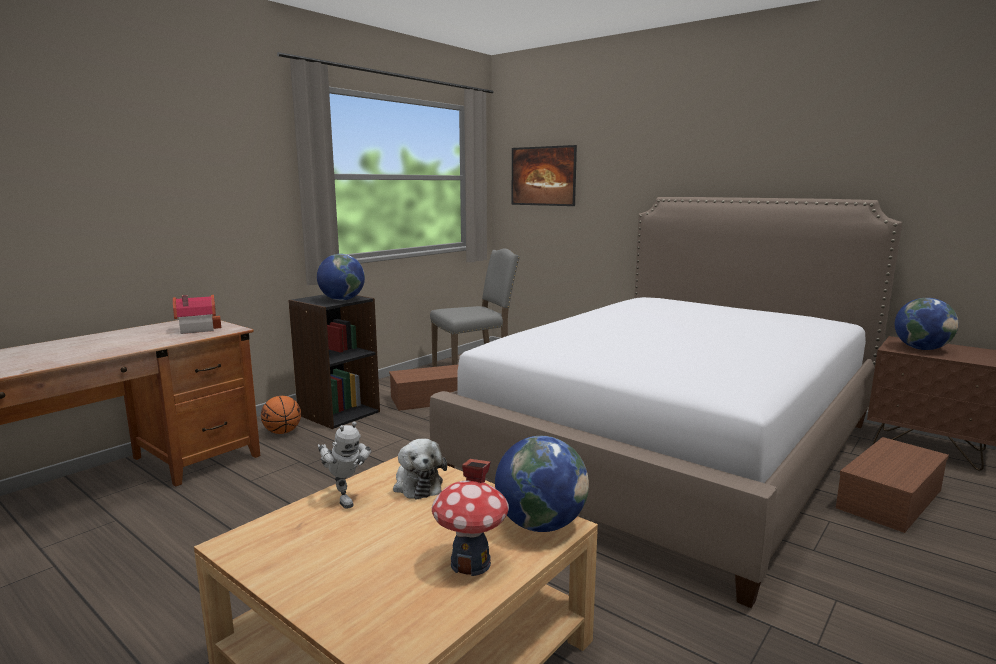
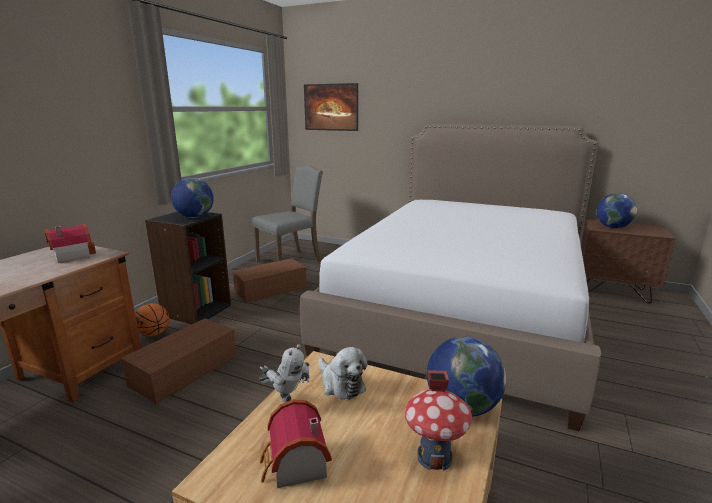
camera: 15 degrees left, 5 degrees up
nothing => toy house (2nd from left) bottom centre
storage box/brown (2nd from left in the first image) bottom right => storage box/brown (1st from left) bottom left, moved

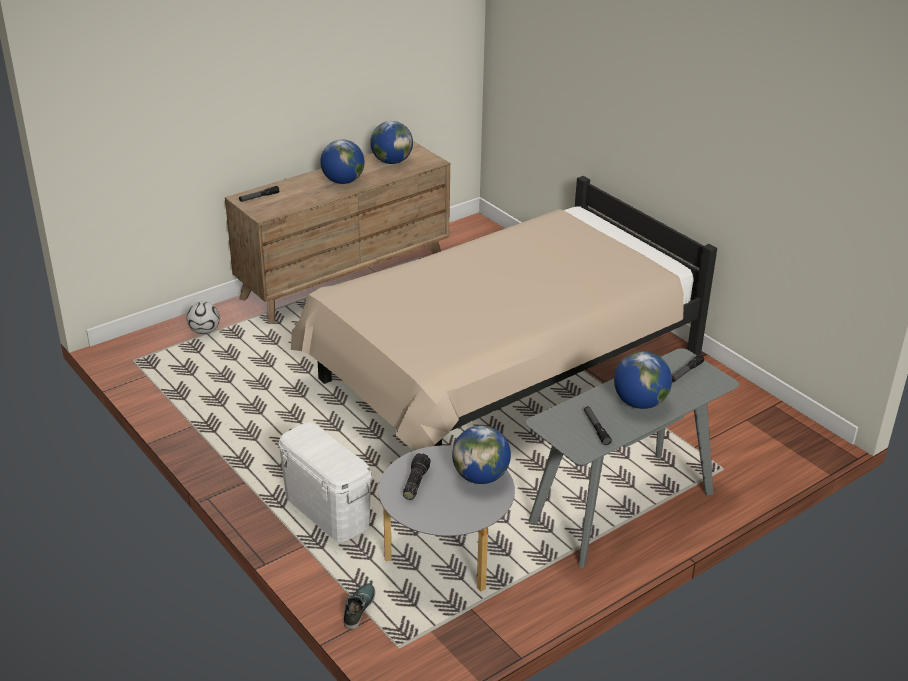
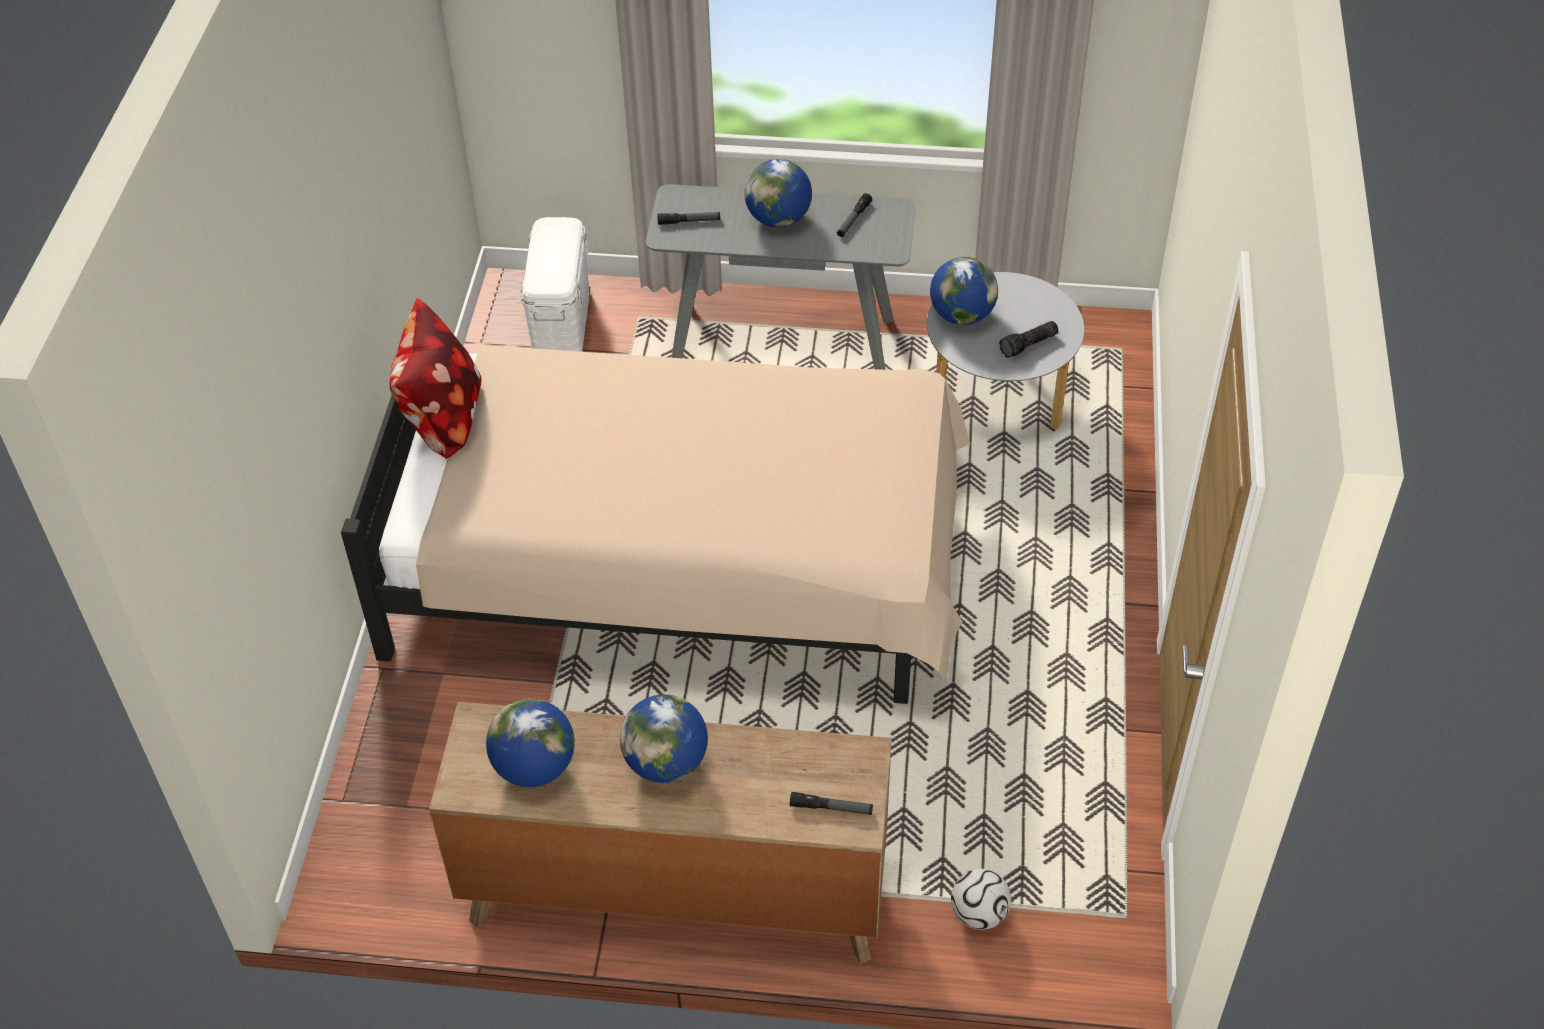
camera: 135 degrees left, 15 degrees up
shoe bottom centre => nothing
nothing => pillow middle left
storage box/white bottom centre => storage box/white top centre, moved

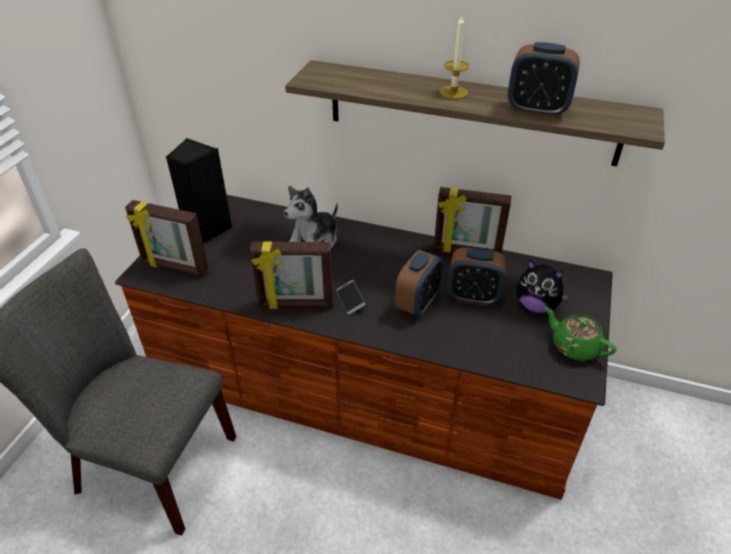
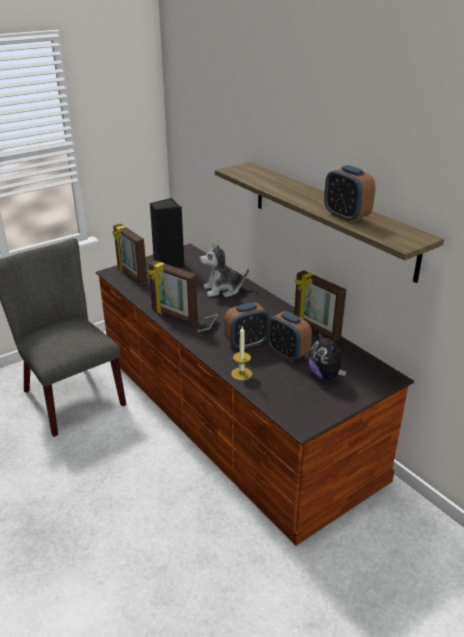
camera: 35 degrees right, 10 degrees down
teapot/green middle right => nothing
candle top centre => candle centre, moved

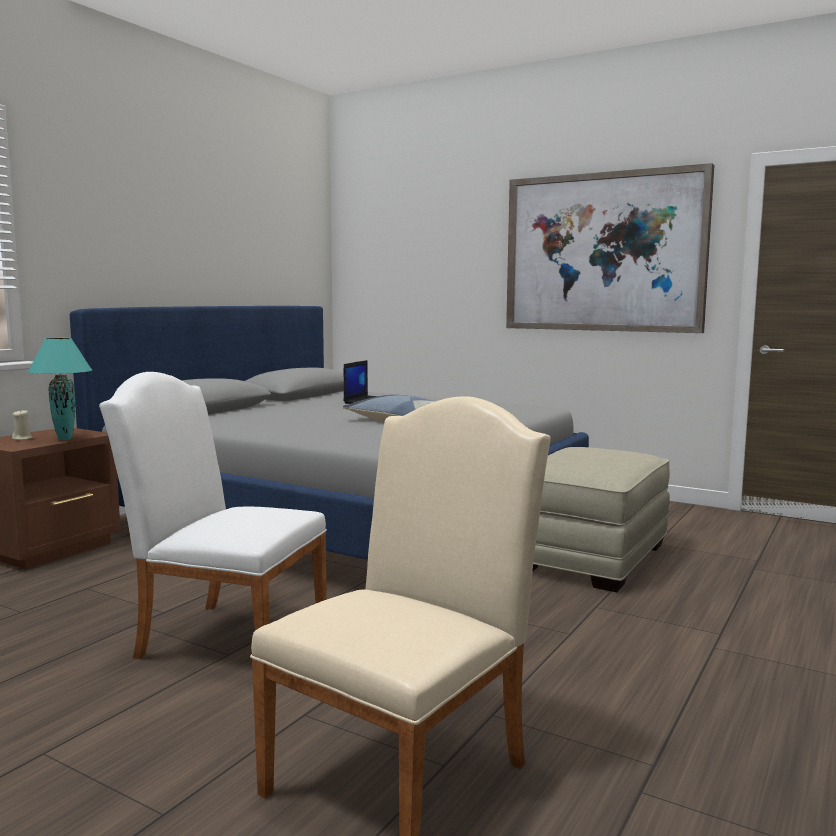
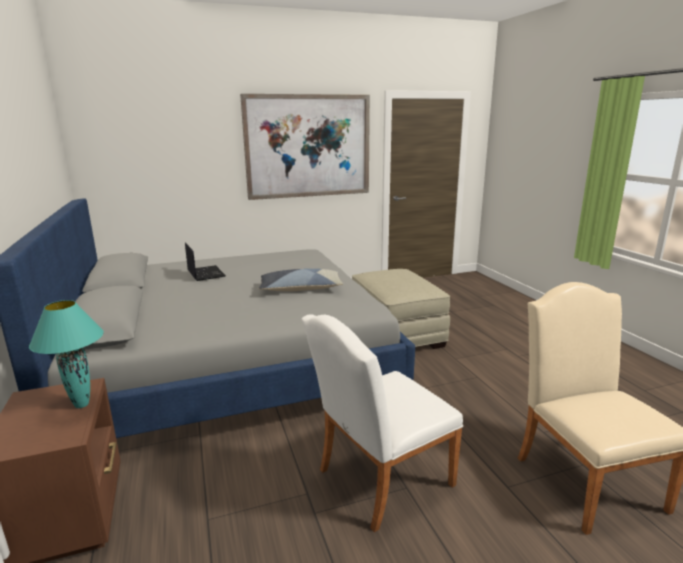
camera: 50 degrees left, 10 degrees up
candle/beige middle left => nothing

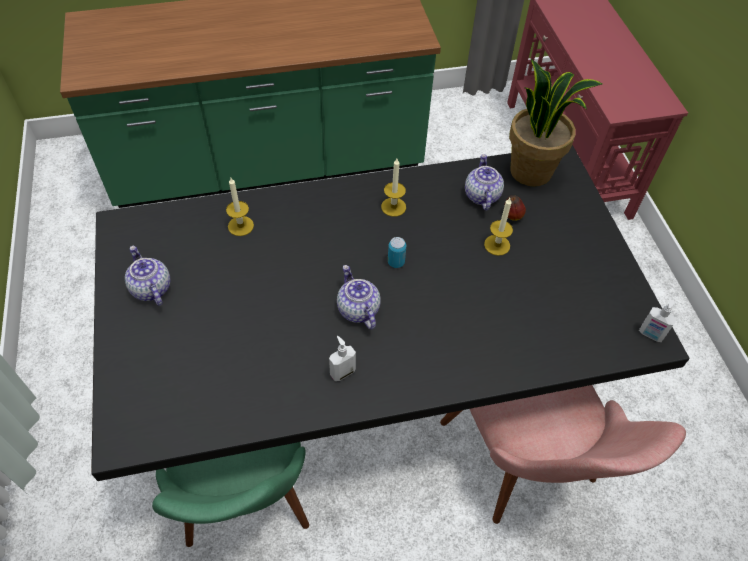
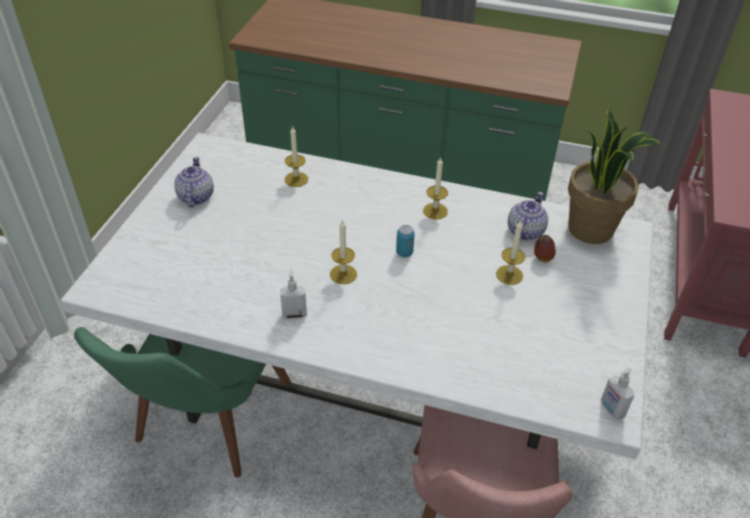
camera: 30 degrees right, 10 degrees down
teapot (2nd from left) centre => candle (2nd from left) centre
dining table/black centre => dining table/white centre

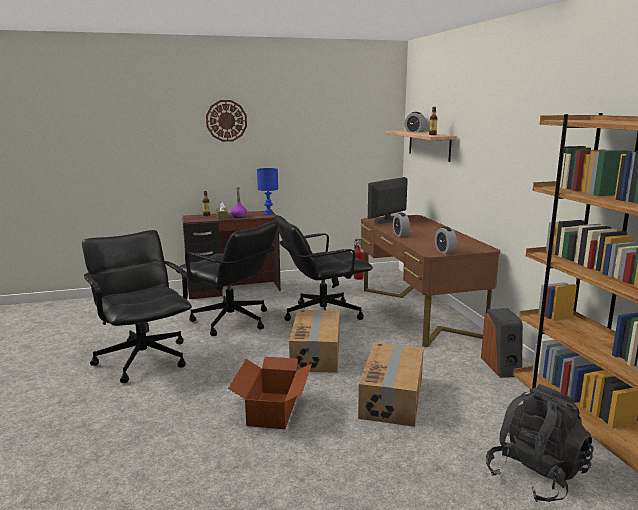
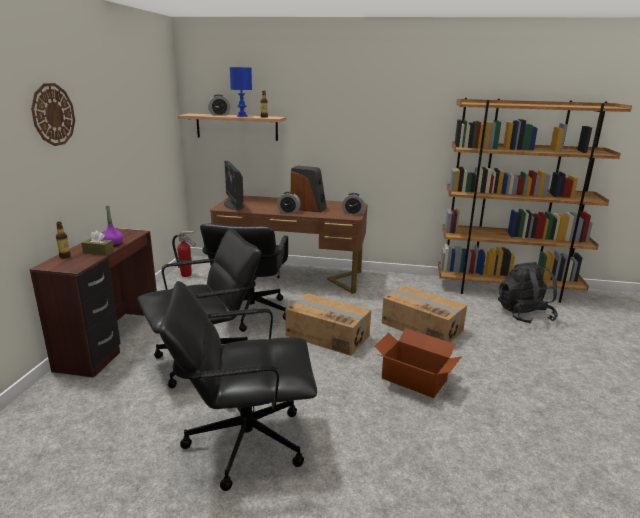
camera: 65 degrees left, 5 degrees up
table lamp/blue centre => table lamp/blue top centre, moved
speaker bottom right => speaker centre, moved

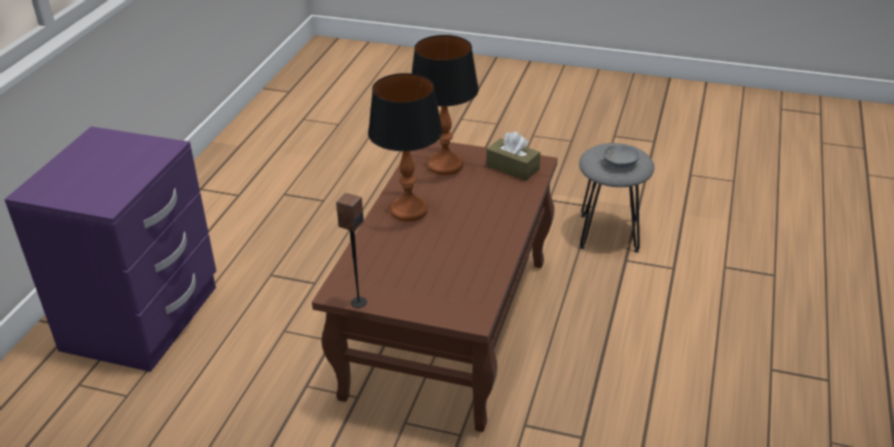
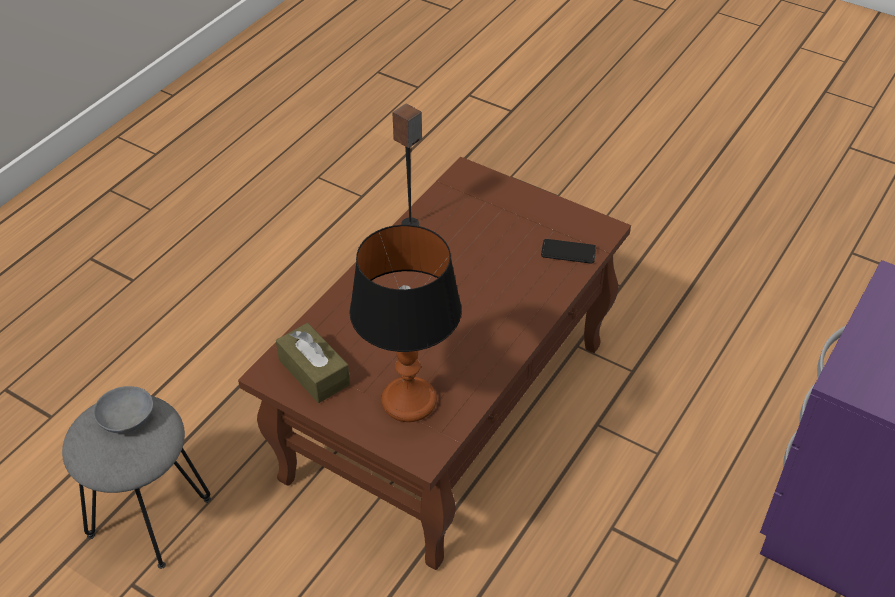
camera: 165 degrees left, 10 degrees up
table lamp (1st from left) top centre => nothing
nothing => phone centre
speaker centre => speaker top centre, moved

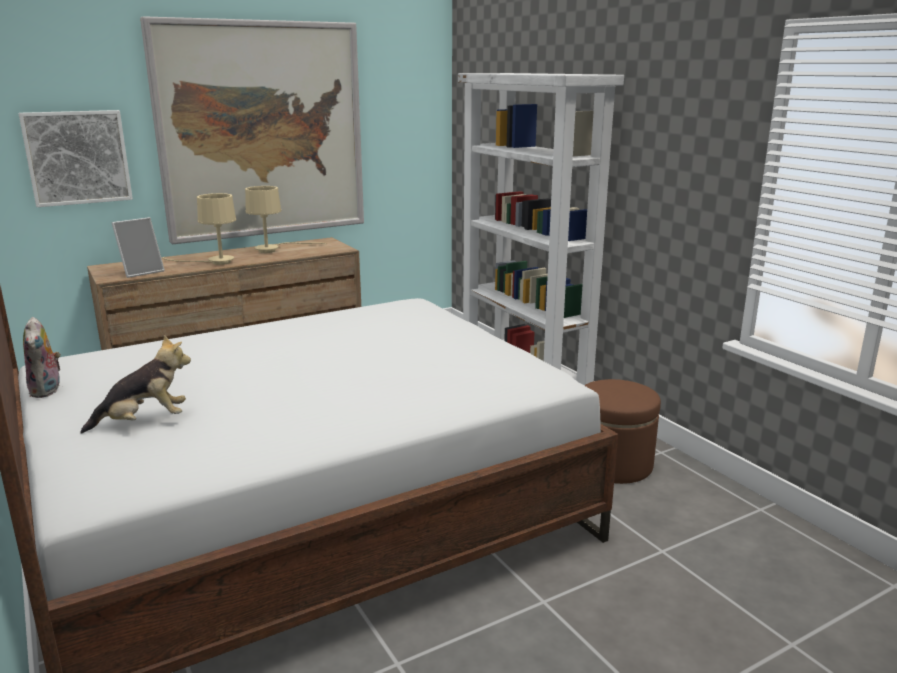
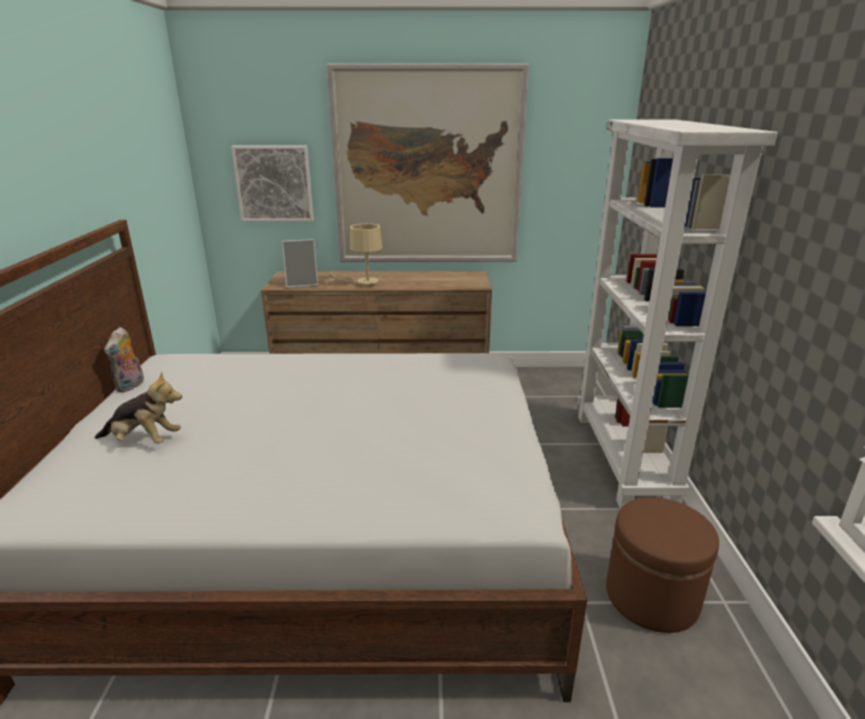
camera: 30 degrees right, 5 degrees up
table lamp/beige (2nd from left) top left => nothing

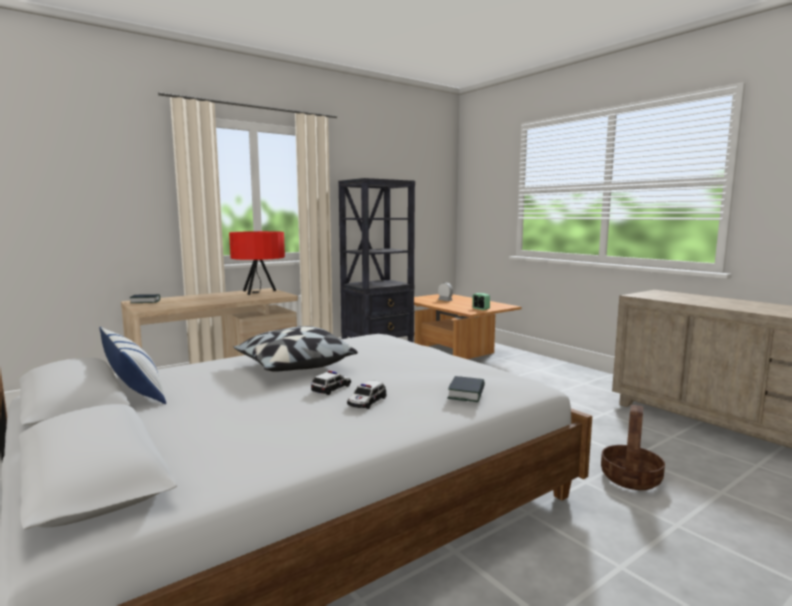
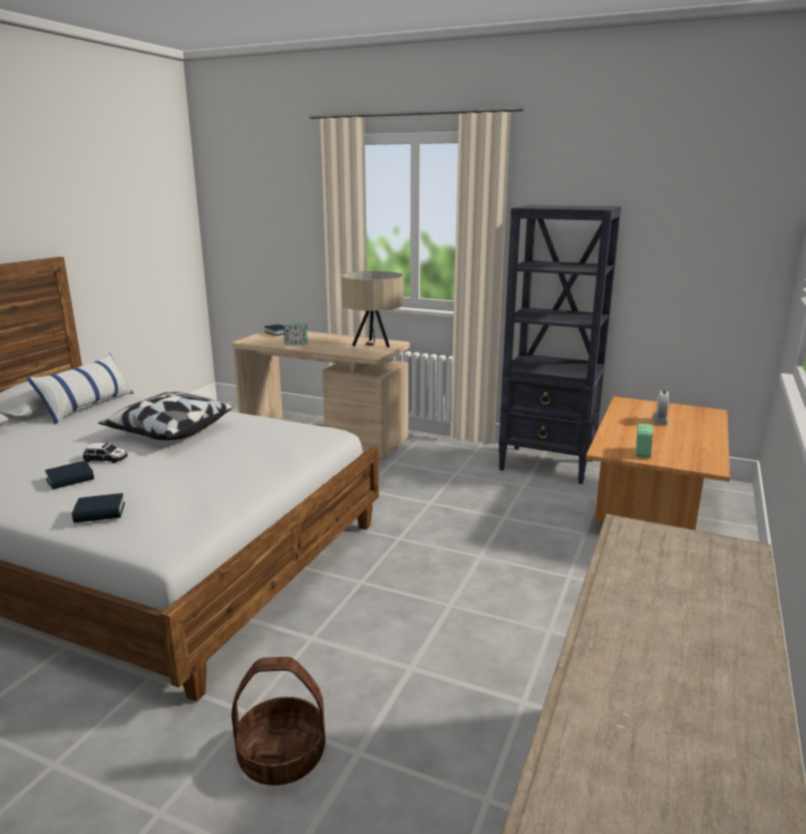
camera: 60 degrees right, 10 degrees up
nothing => alarm clock (1st from left) centre
toy car (2nd from left) centre => book (1st from left) middle left
table lamp/red middle left => table lamp/beige centre

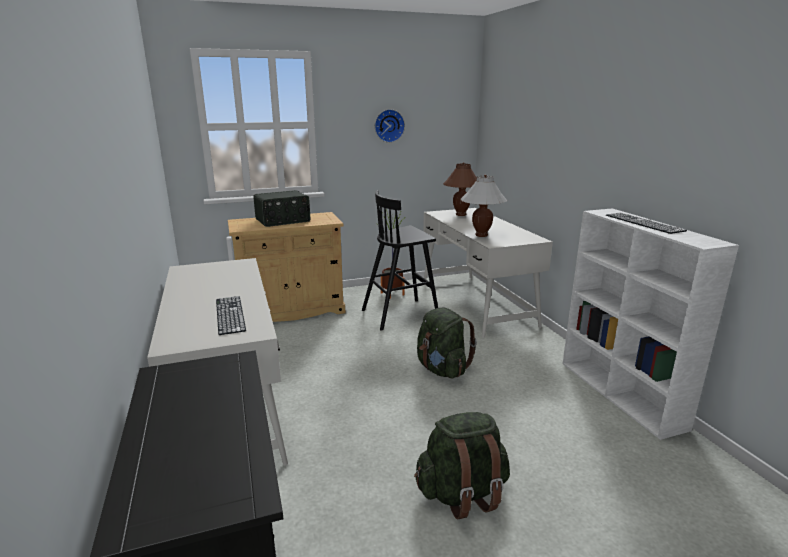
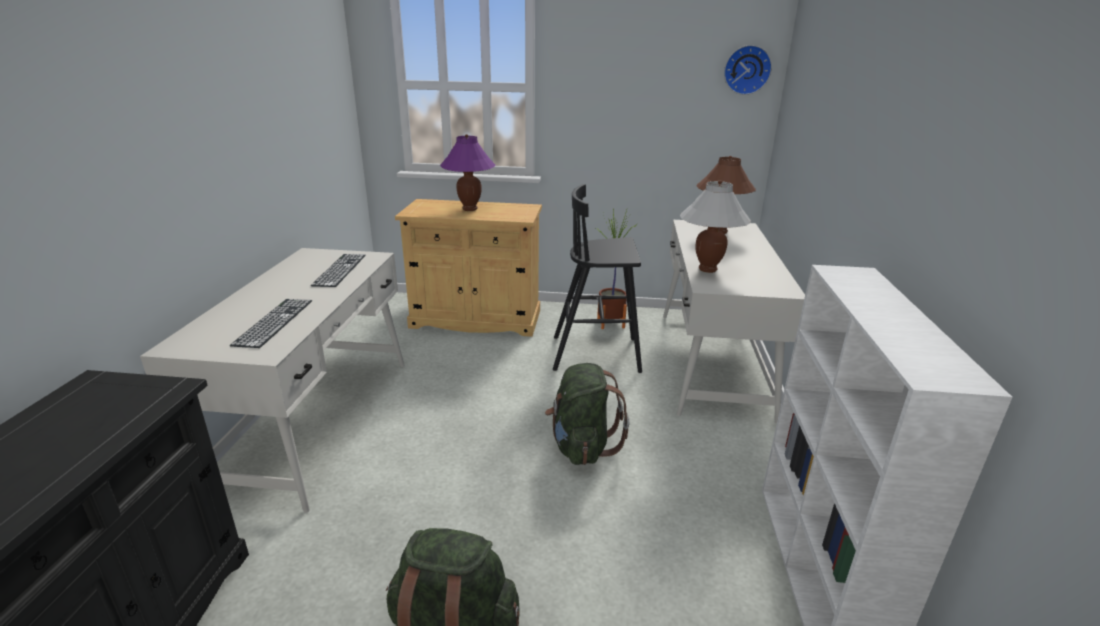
camera: 25 degrees right, 5 degrees up
wall clock top centre => wall clock top right, moved
keyboard (2nd from left) middle right => keyboard (2nd from left) middle left, moved
radio centre => table lamp/purple top centre

